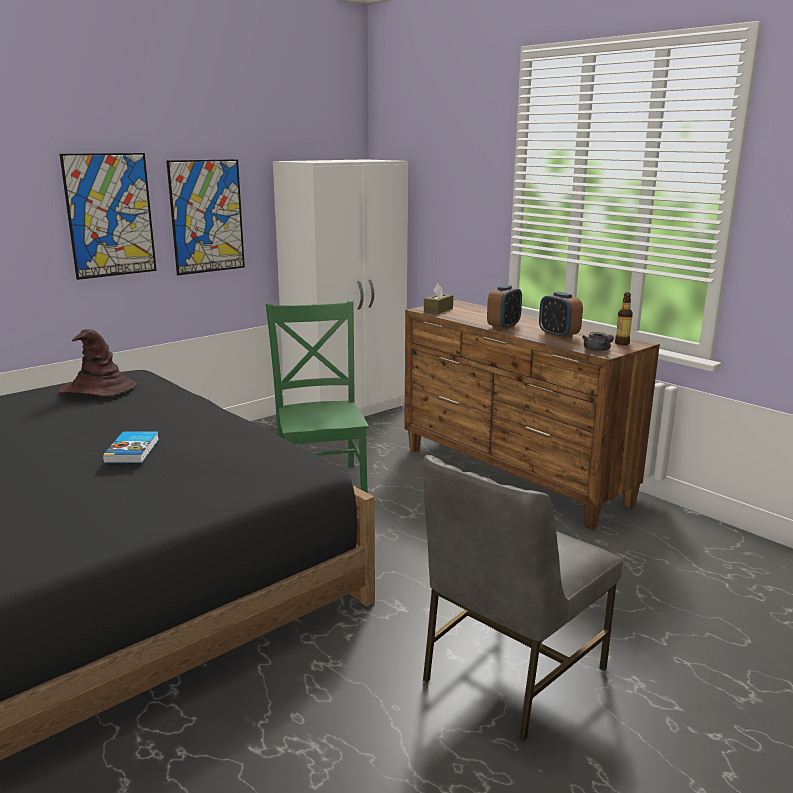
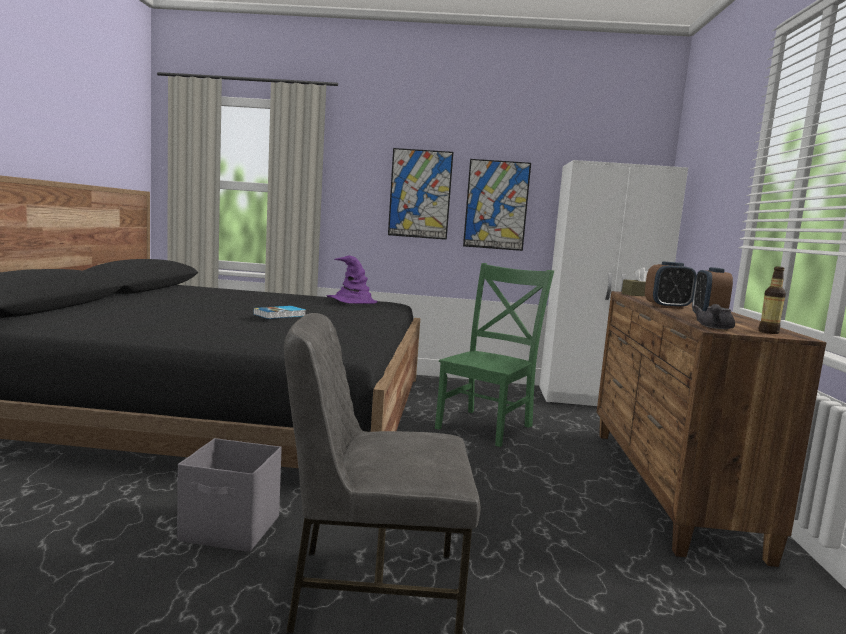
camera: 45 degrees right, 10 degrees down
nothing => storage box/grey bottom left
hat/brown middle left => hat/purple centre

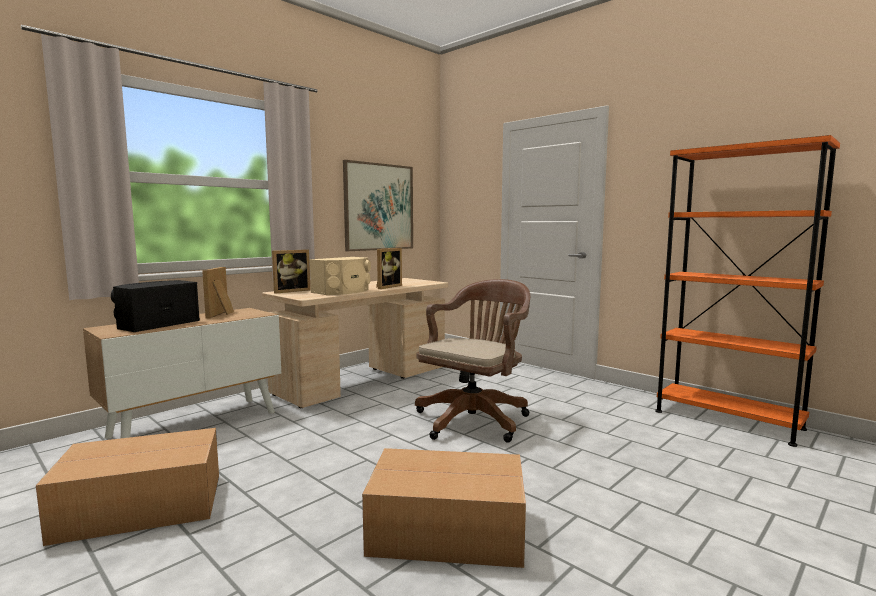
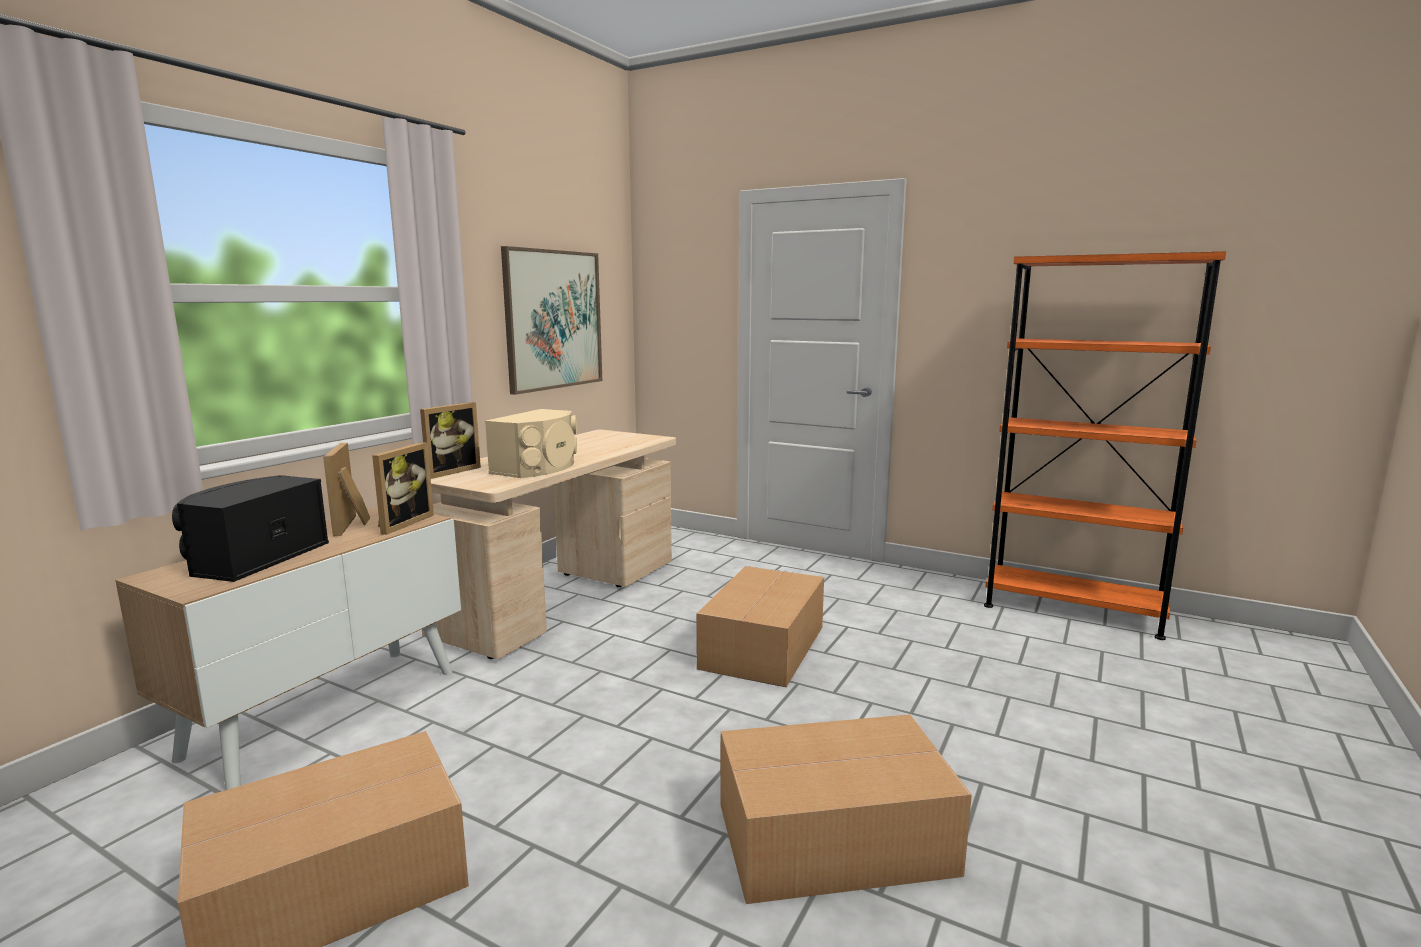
camera: 15 degrees left, 5 degrees up
picture frame (3rd from left in the first image) centre => picture frame (2nd from left) middle left, moved
office chair/brown centre => cardboard box (2nd from left) centre

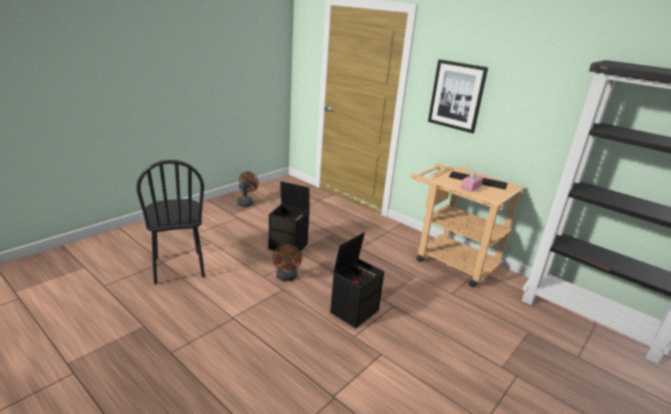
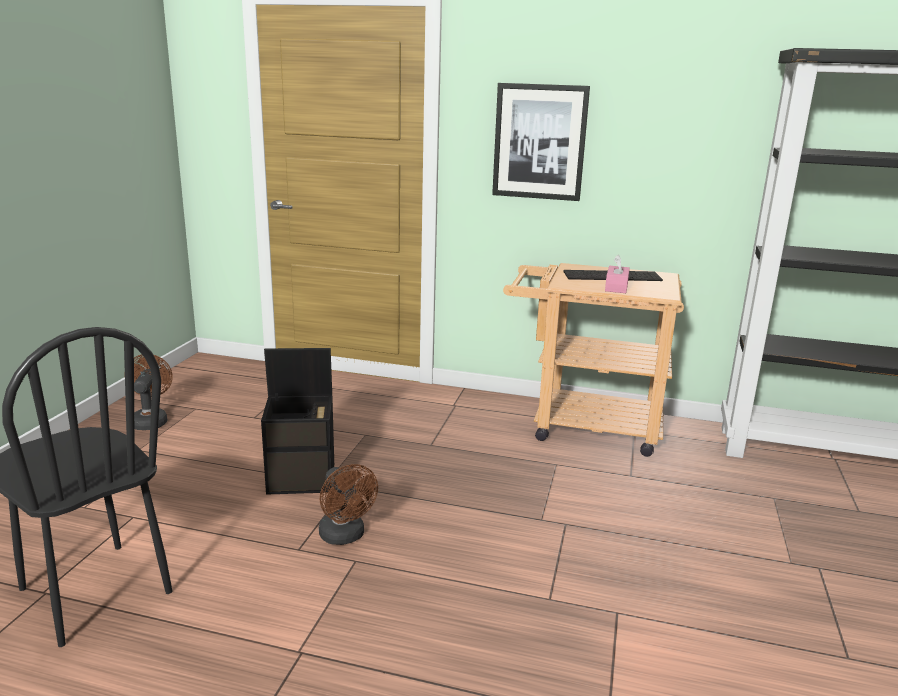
camera: 25 degrees left, 5 degrees down
storage box/black (2nd from left) bottom centre => nothing

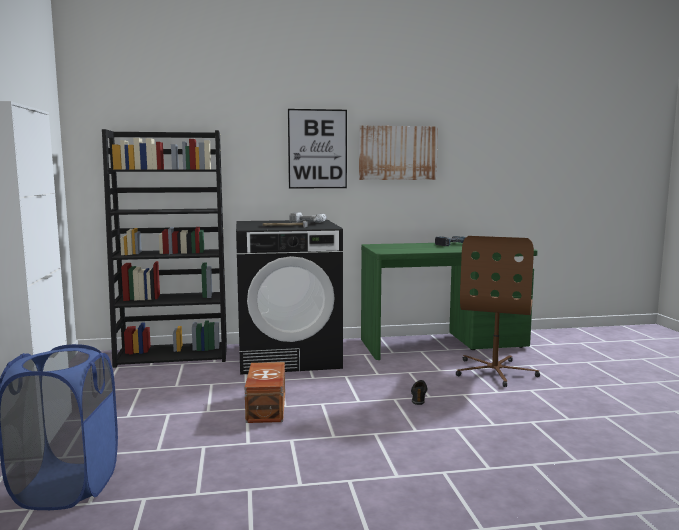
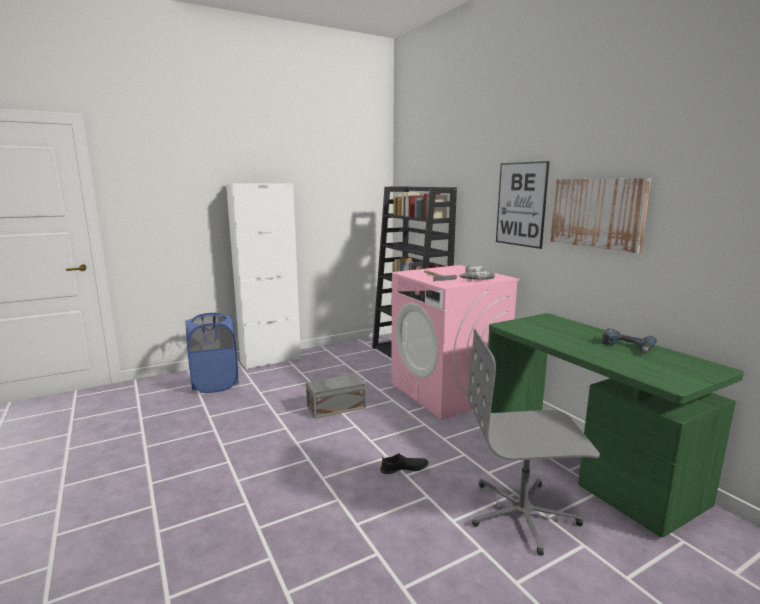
camera: 70 degrees right, 5 degrees up
washing machine/black centre => washing machine/pink centre
storage box/brown bottom centre => storage box/grey centre
office chair/brown middle right => office chair/grey bottom right

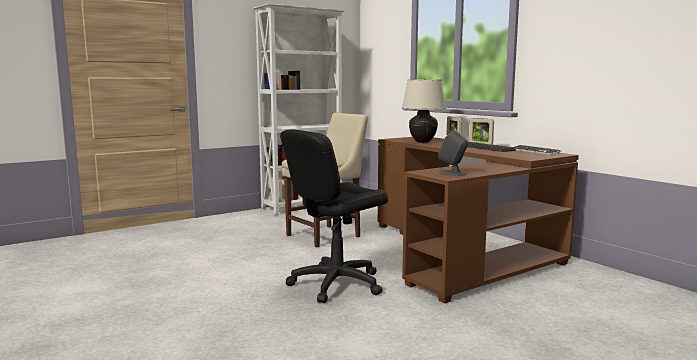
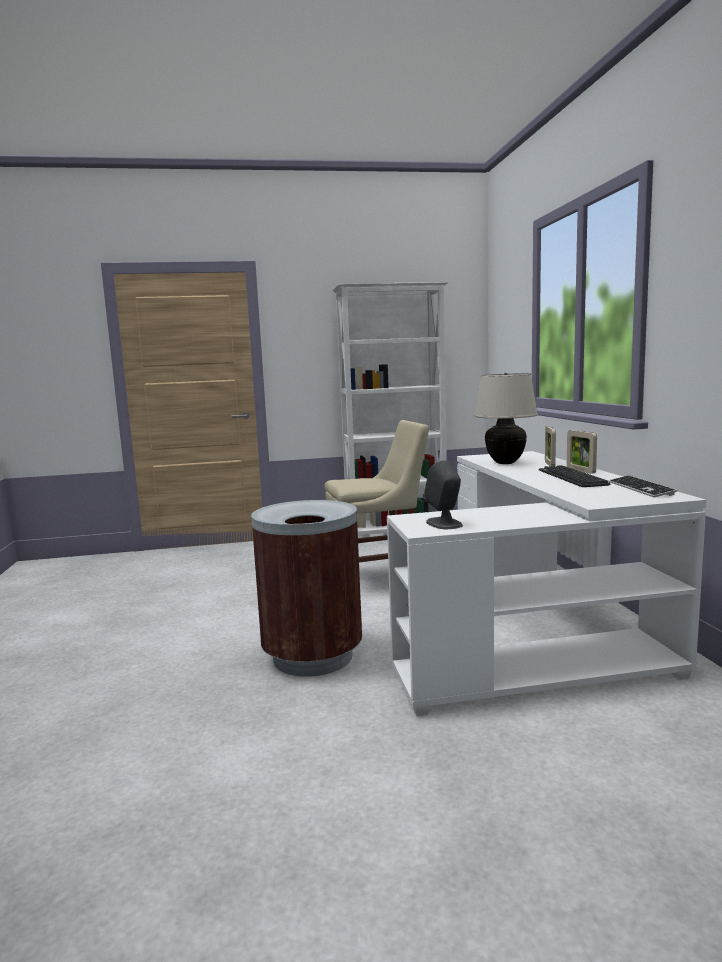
camera: 25 degrees right, 0 degrees up
office chair/black centre => trash can/brown centre
desk/brown middle right => desk/white middle right

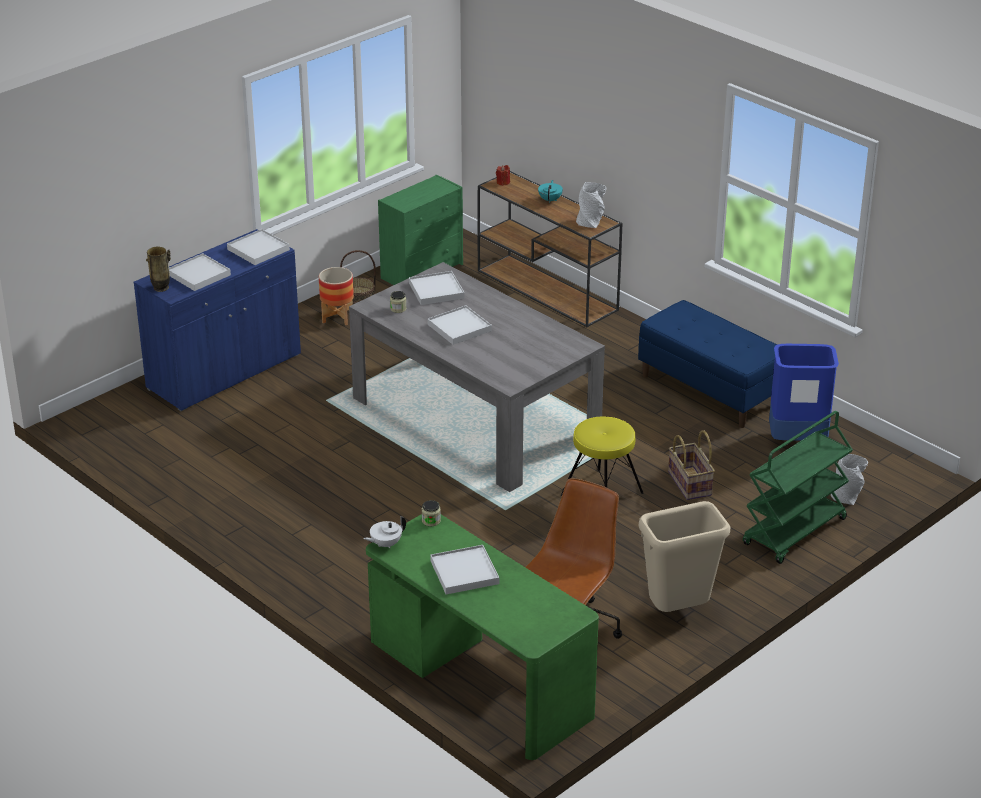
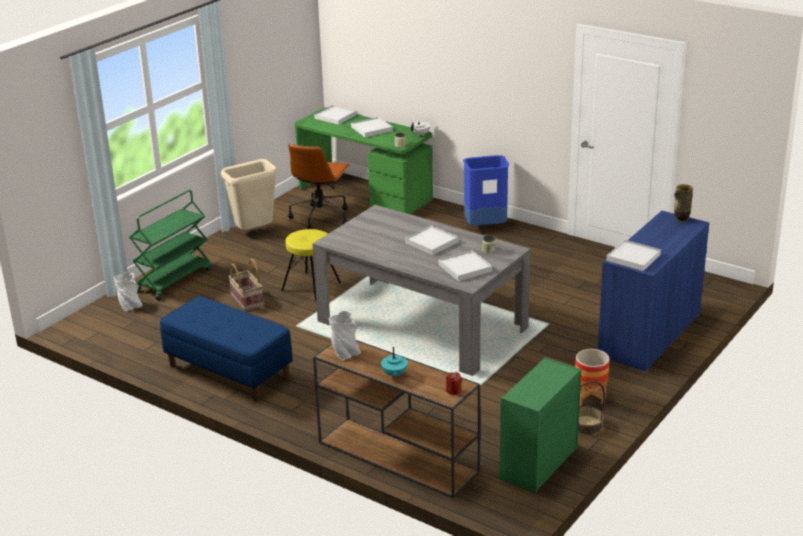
camera: 170 degrees right, 5 degrees down
tray/white (1st from left) middle left => tray/white (1st from left) top centre, moved
trash can/blue middle right => trash can/blue centre, moved

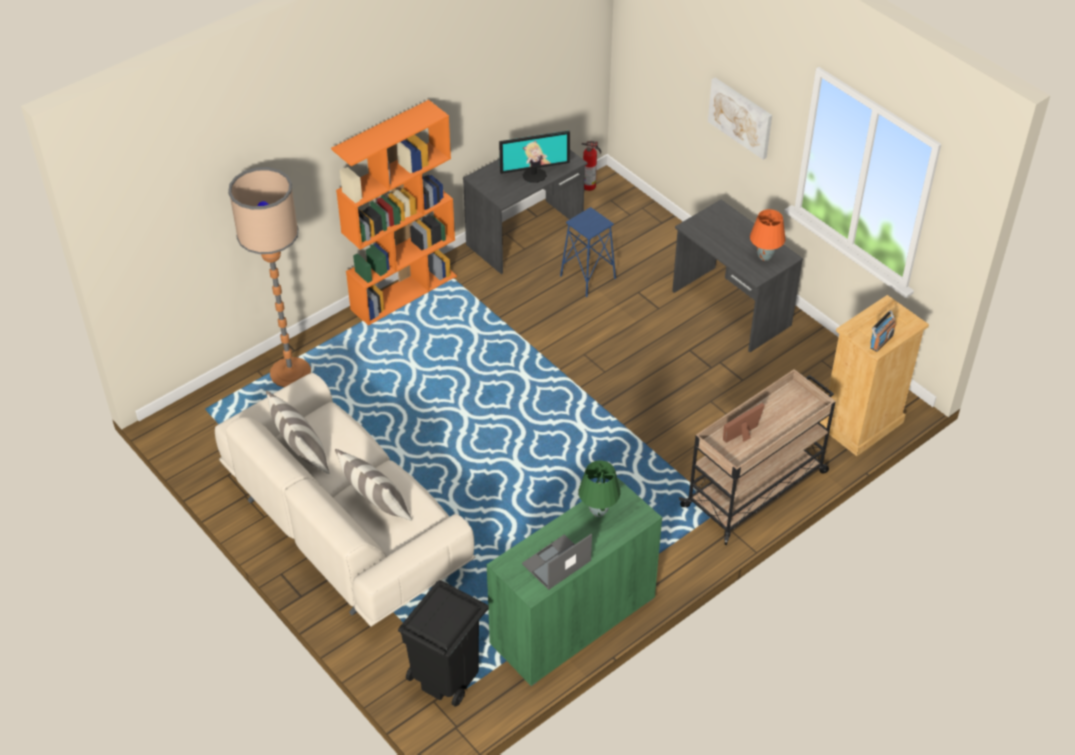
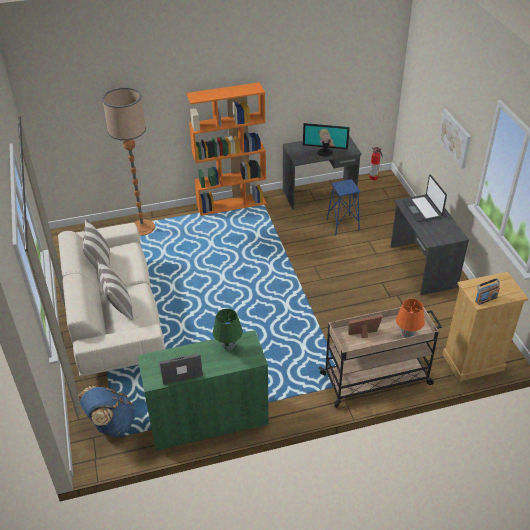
camera: 25 degrees right, 5 degrees down
nothing => laptop (2nd from left) middle right
table lamp/orange top right => table lamp/orange middle right, moved
trash can/black bottom centre => backpack/blue bottom left

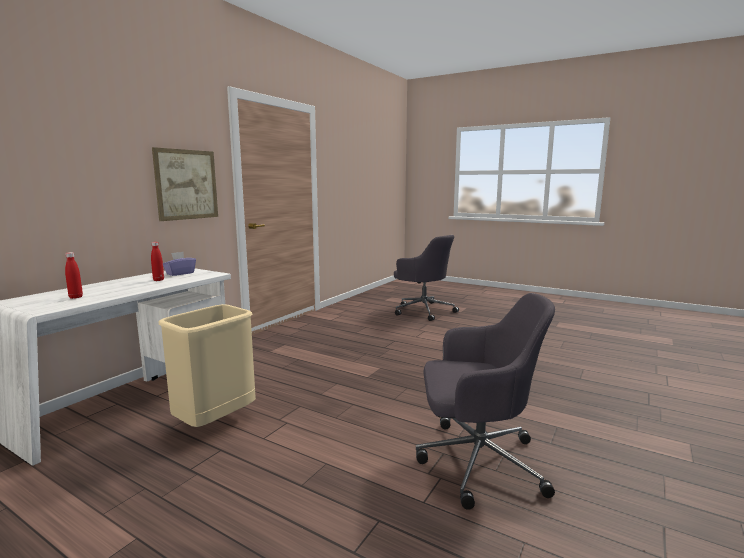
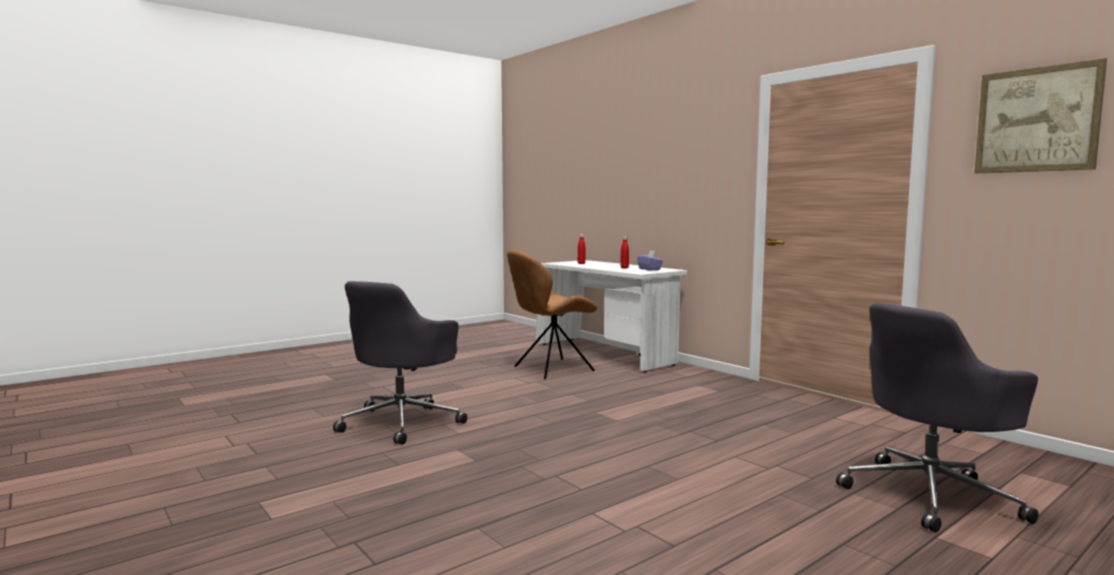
camera: 110 degrees right, 5 degrees down
picture top left => picture top right, moved
trash can/beige middle left => chair/brown centre

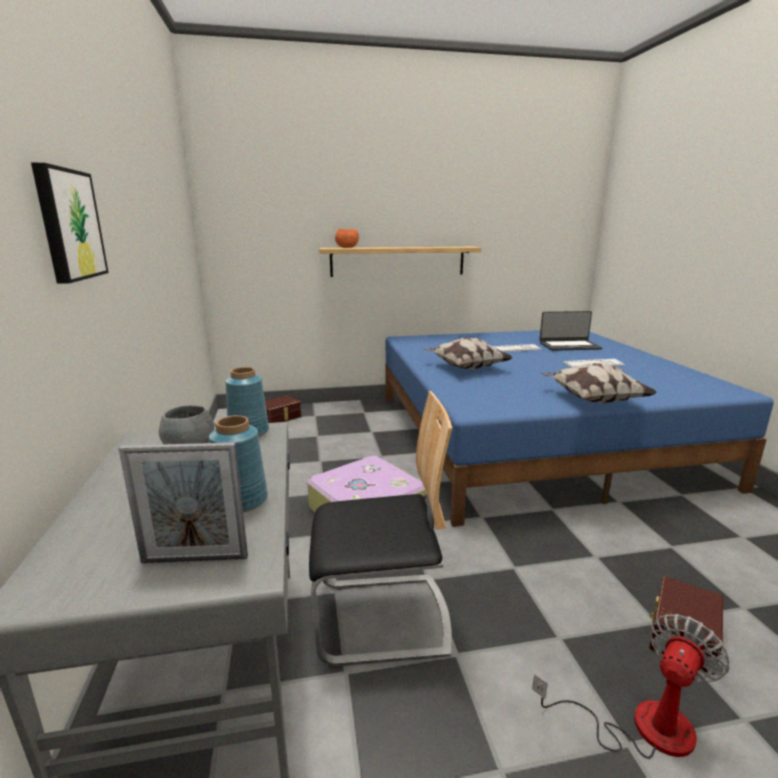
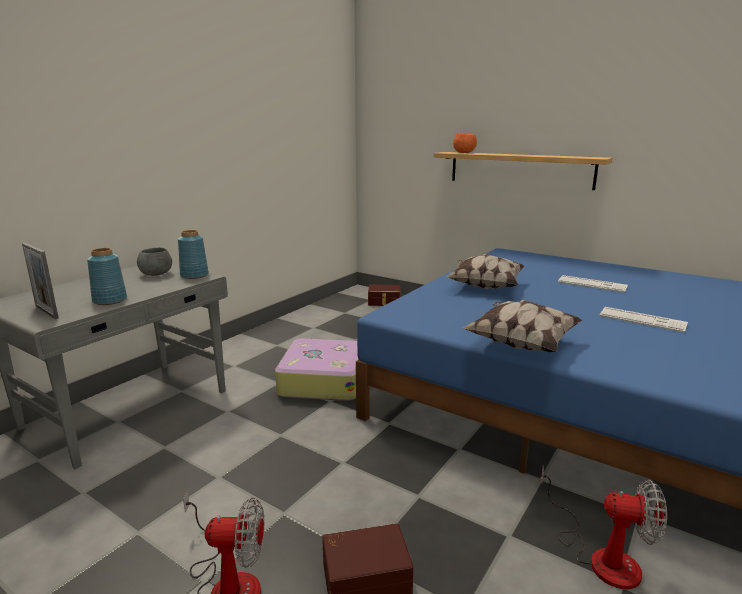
camera: 45 degrees right, 0 degrees up
picture top left => nothing
chair bottom centre => nothing
laptop middle right => nothing
nothing => fan (2nd from left) bottom right

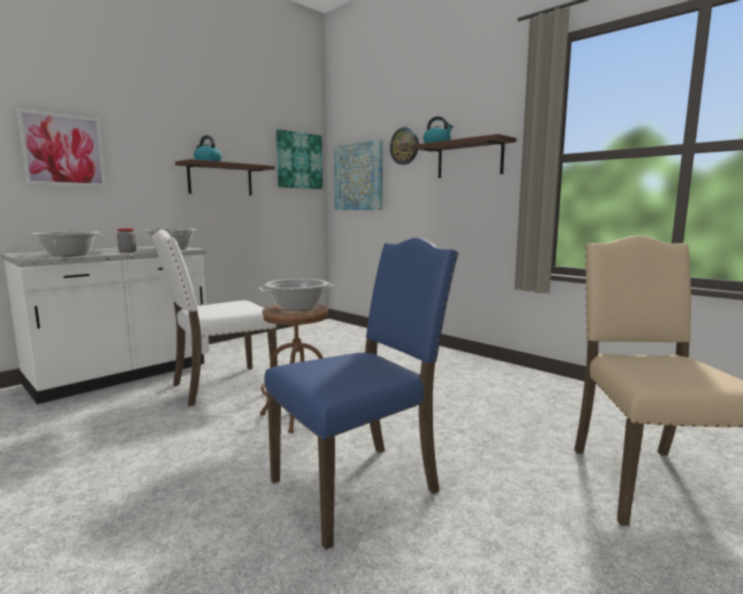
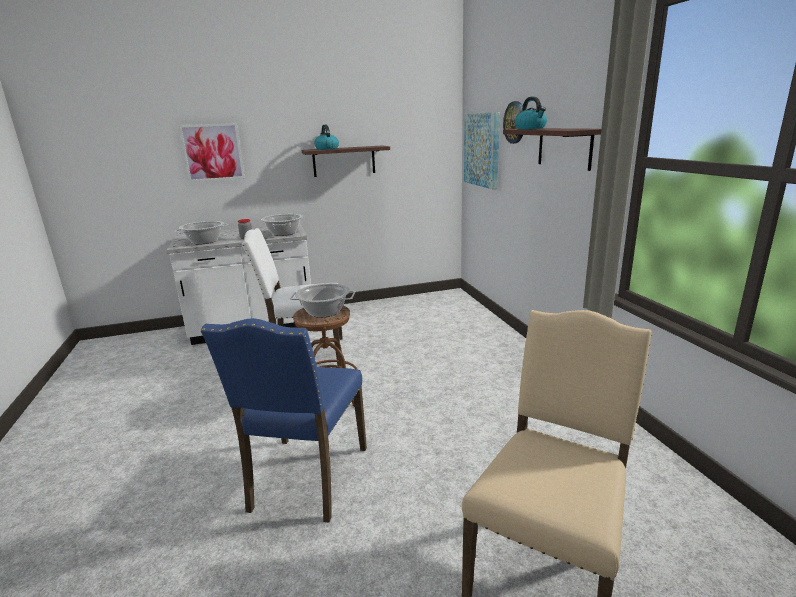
camera: 30 degrees right, 10 degrees up
picture (2nd from left) top centre => nothing
chair/blue centre => chair/blue bottom centre, 105 degrees clockwise

